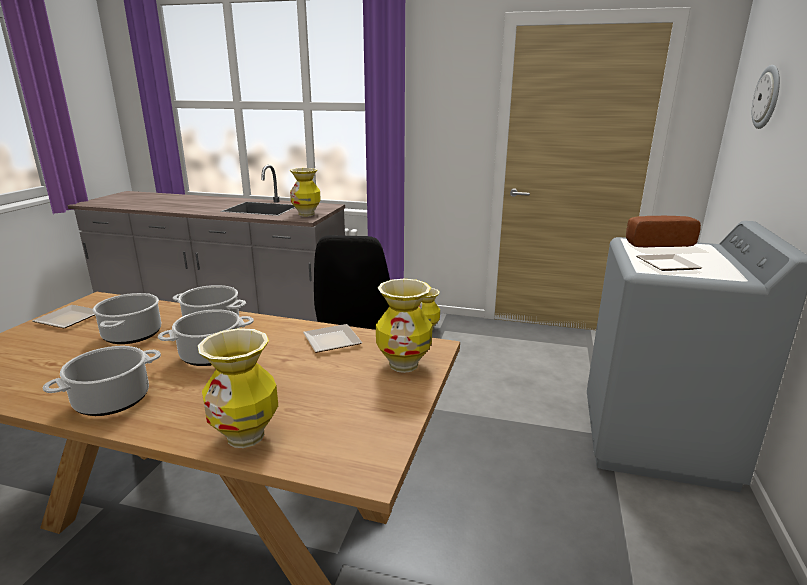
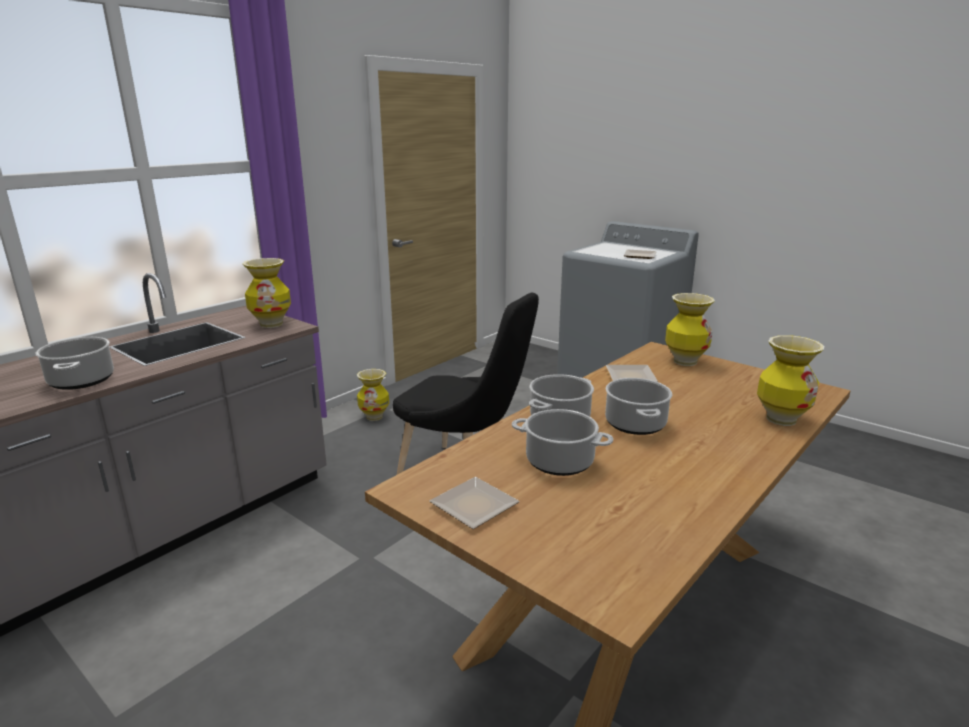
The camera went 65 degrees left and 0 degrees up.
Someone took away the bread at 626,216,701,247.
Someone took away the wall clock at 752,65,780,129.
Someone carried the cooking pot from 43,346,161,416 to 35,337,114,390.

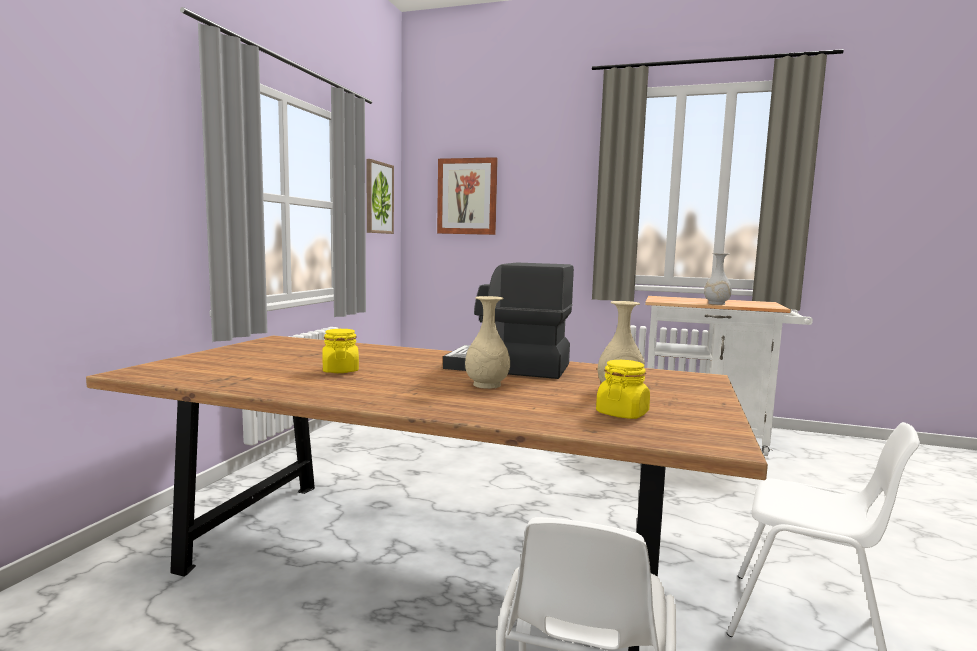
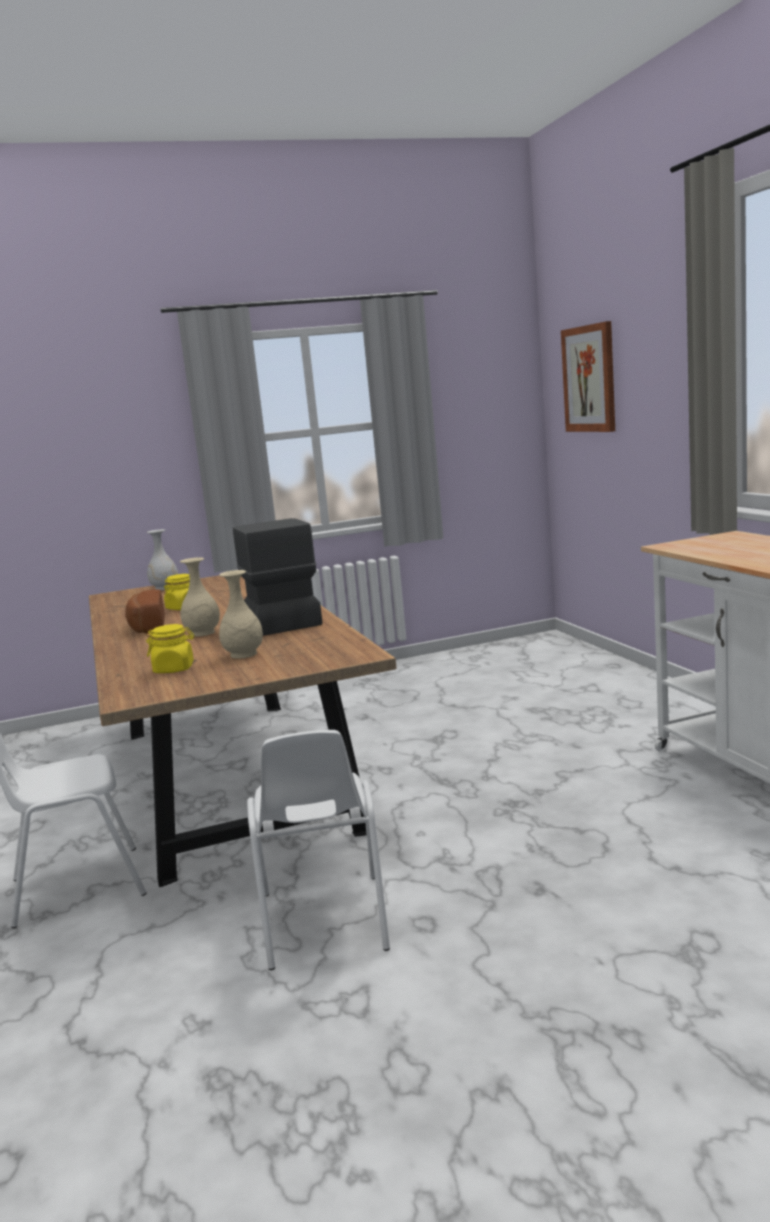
The camera went 55 degrees right and 5 degrees up.
Someone took away the picture at 366,159,394,234.
Someone put down the bread at 125,589,165,634.
Someone carried the white vase from 704,253,732,305 to 147,529,178,590.

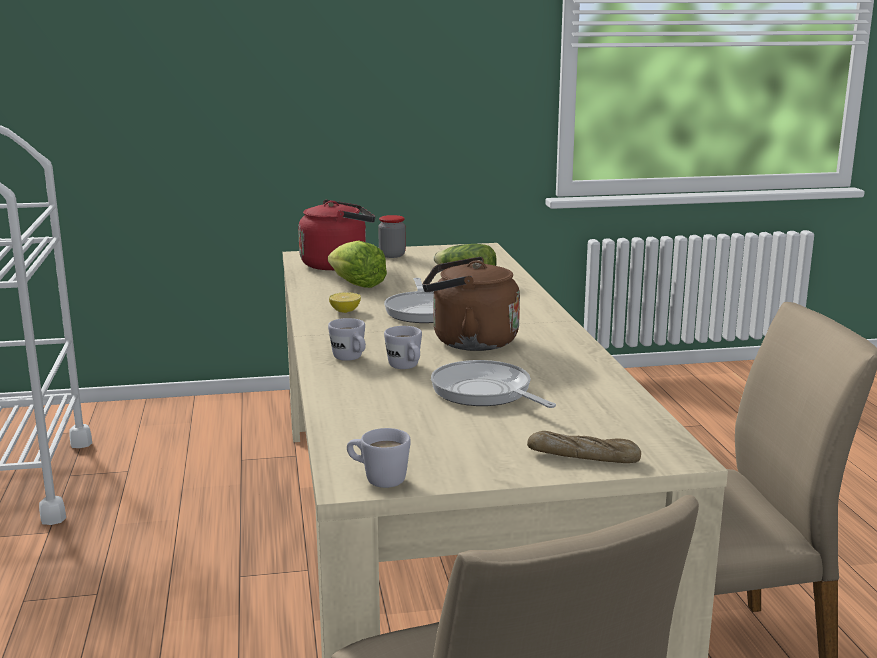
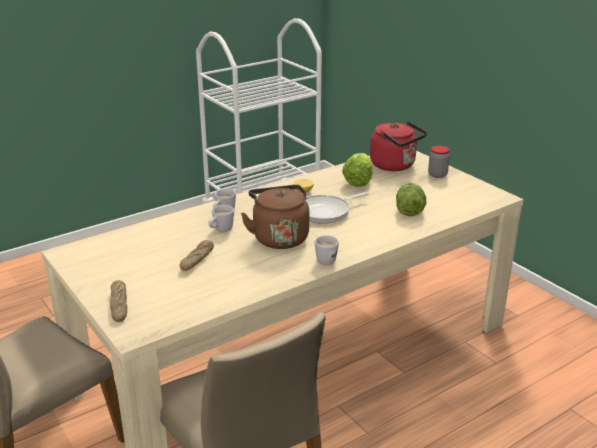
The camera went 65 degrees right and 10 degrees up.
Someone carried the white mug from 347,428,411,488 to 315,235,339,265.
Someone swapped the frying pan at 431,360,556,408 for the bread at 180,240,214,271.

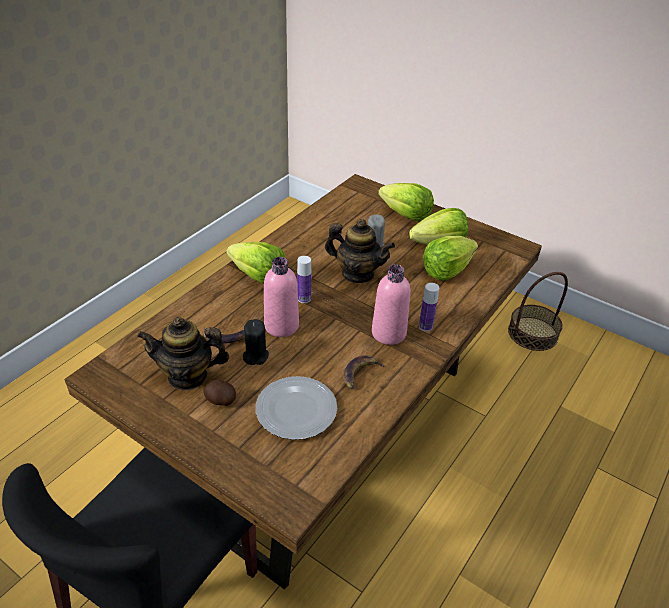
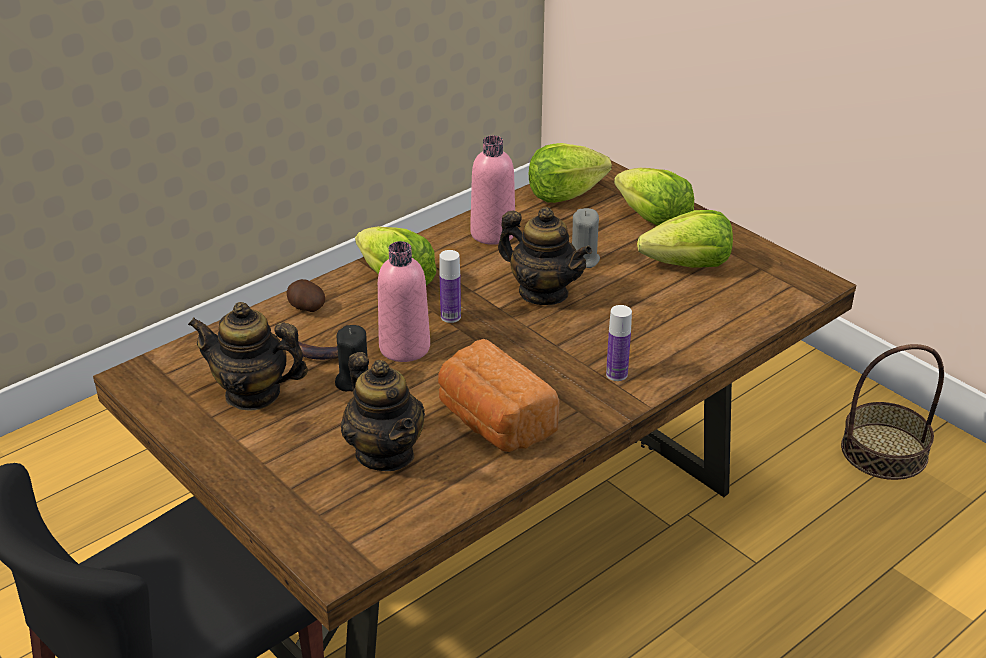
The camera went 15 degrees right and 5 degrees down.
Someone carried the potato from 204,379,236,406 to 286,279,325,312.
Someone carried the pink bottle from 372,264,411,345 to 470,136,515,245.
Someone carried the lettuce from 423,236,478,281 to 529,143,612,203.
Someone swapped the plate at 255,376,337,440 for the teapot at 341,352,425,471.
Someone swapped the banana at 344,355,385,389 for the bread at 438,339,560,452.

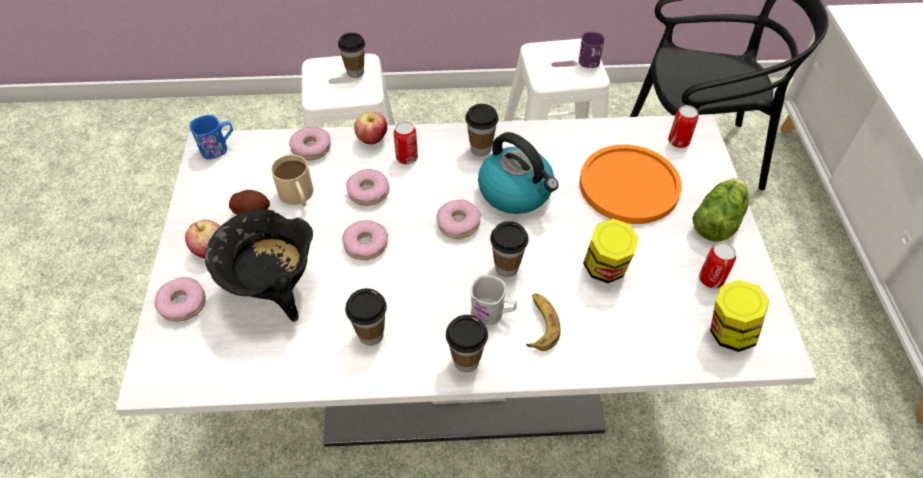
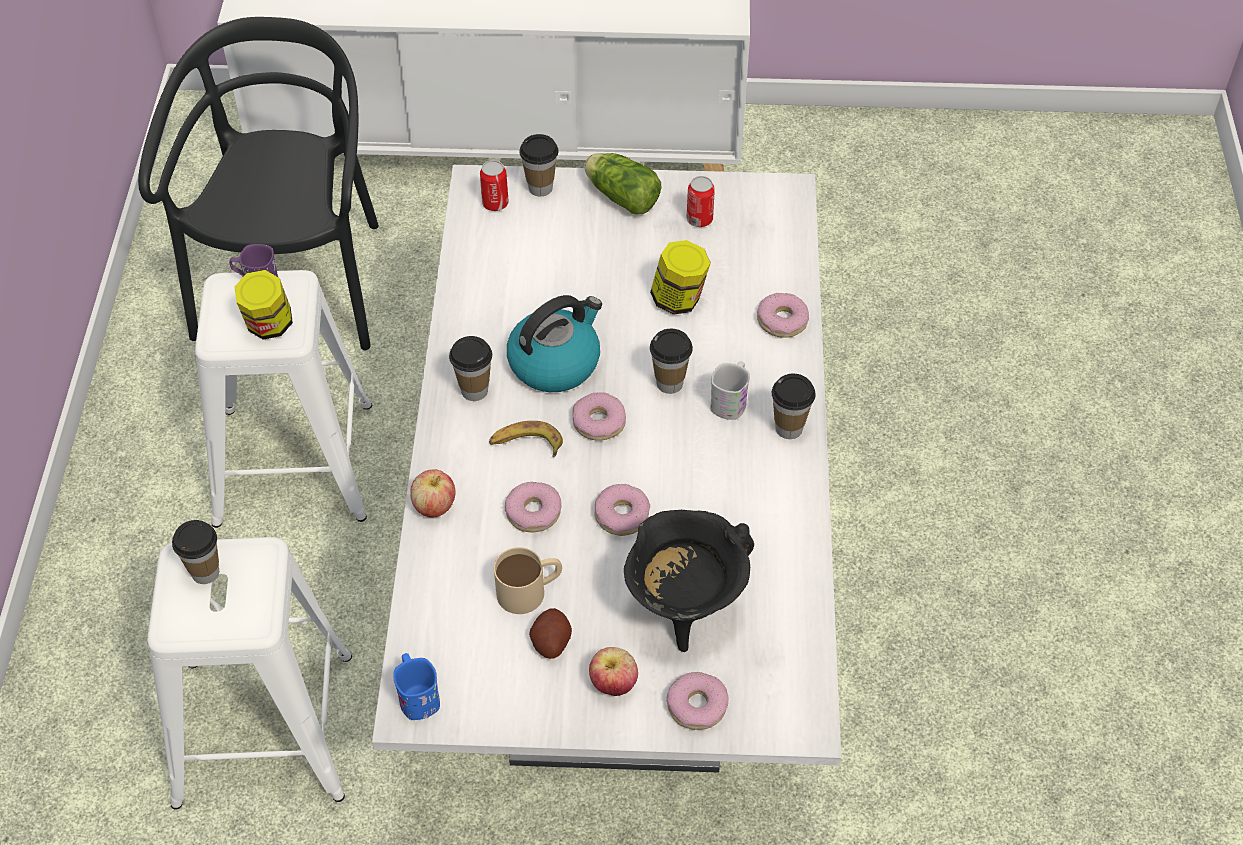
The camera went 85 degrees left and 0 degrees up.
Someone took away the can at 394,121,418,164.
Someone took away the orange plate at 579,145,682,224.
Someone carried the donut from 289,127,331,161 to 757,293,809,338.
Someone carried the cup from 345,288,387,346 to 519,134,558,197.
Someone carried the banana from 526,294,561,351 to 489,421,563,457.
Someone carried the jar from 710,280,769,352 to 235,270,293,340.

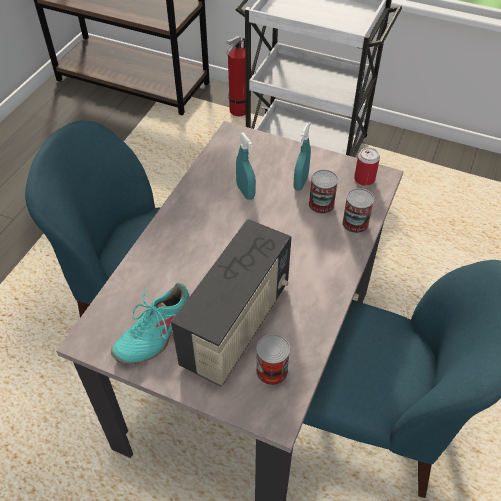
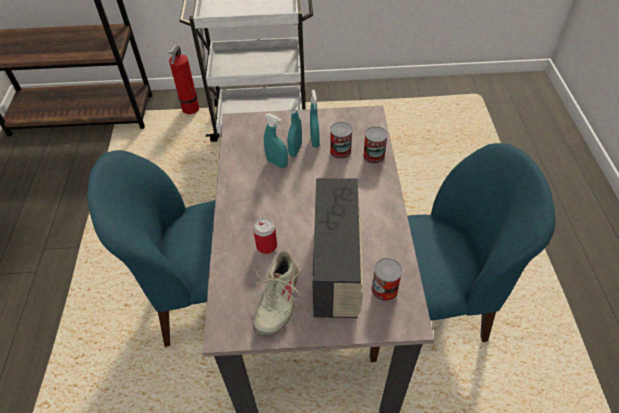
The camera went 25 degrees left and 0 degrees up.
Someone put down the turquoise spray bottle at 287,99,302,157.
Someone carried the can from 354,147,380,186 to 253,218,277,254.
Someone repainted the turquoise shoe at 111,283,190,364, which became the beige shoe at 252,251,303,337.

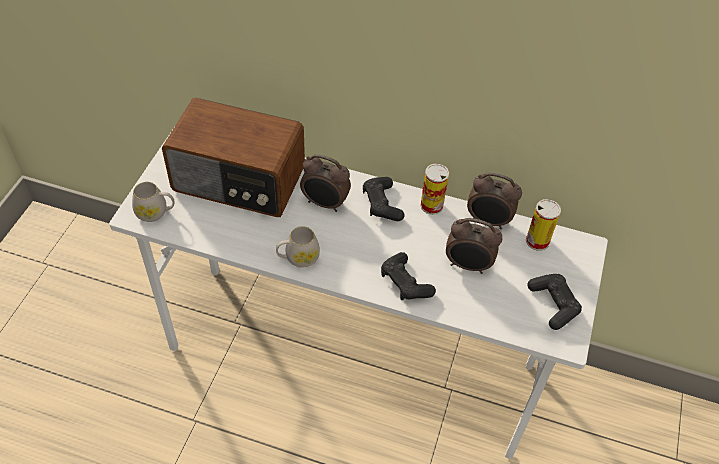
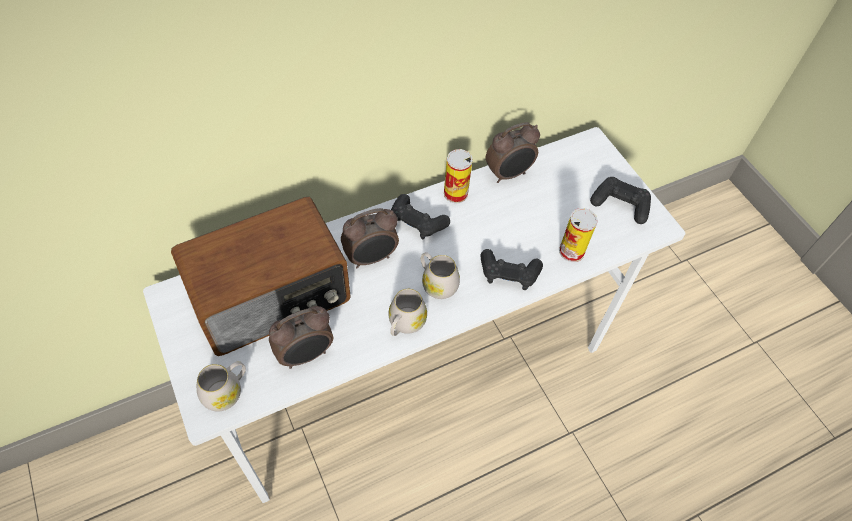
The camera went 45 degrees left and 5 degrees up.
Someone put down the white mug at 421,252,460,299.
Someone carried the alarm clock from 446,218,503,274 to 269,306,333,369.
Someone carried the can from 526,199,561,251 to 559,208,598,262.

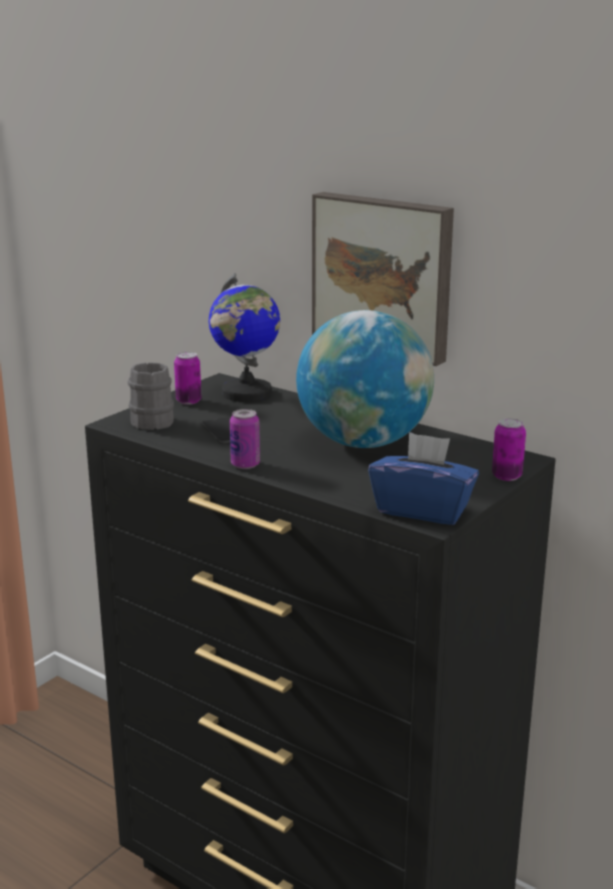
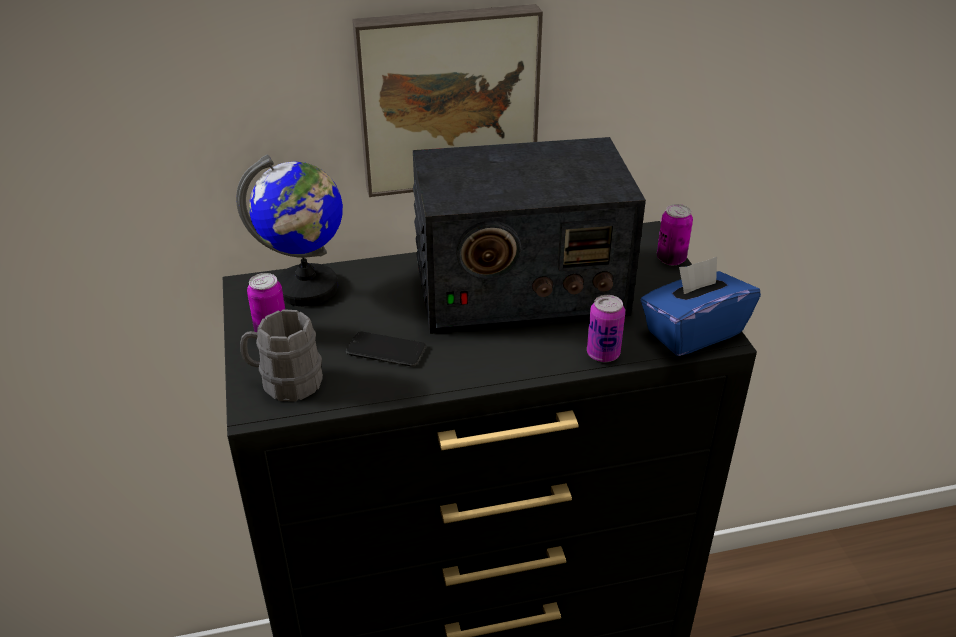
The camera went 50 degrees left and 15 degrees up.
Someone carried the can from 230,409,260,469 to 587,295,625,362.
Someone swapped the globe at 296,310,434,448 for the radio at 413,137,646,334.

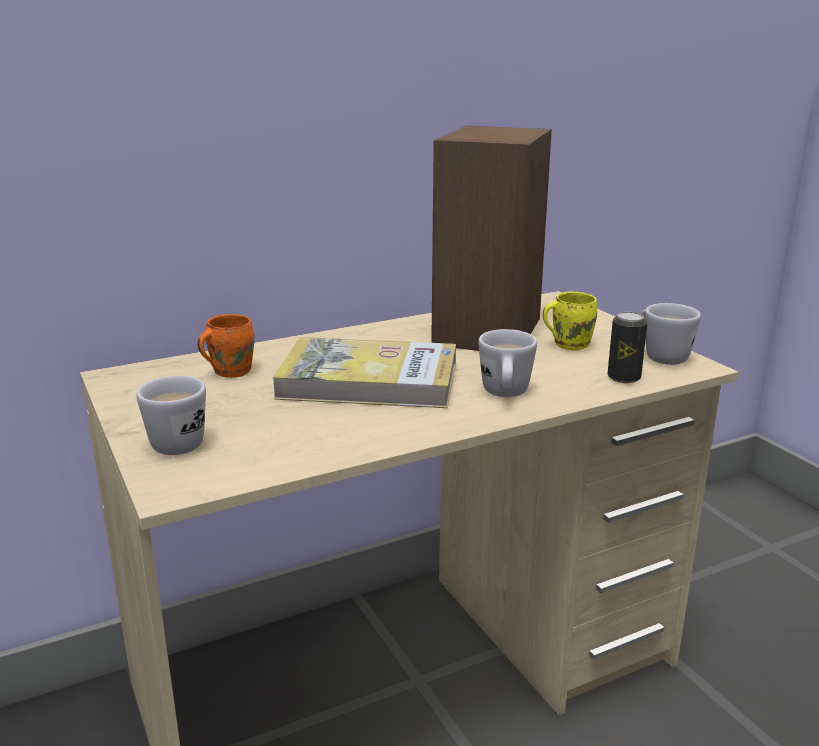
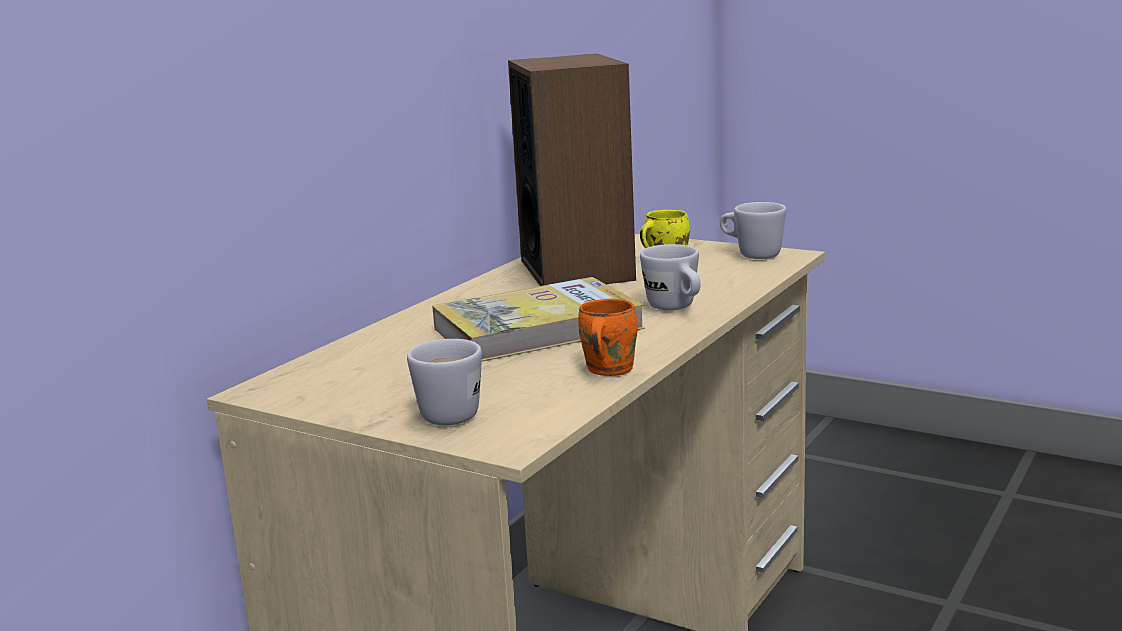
The camera went 30 degrees left and 5 degrees down.
Someone took away the can at 607,312,647,383.
Someone carried the orange mug from 198,314,254,378 to 578,299,638,376.

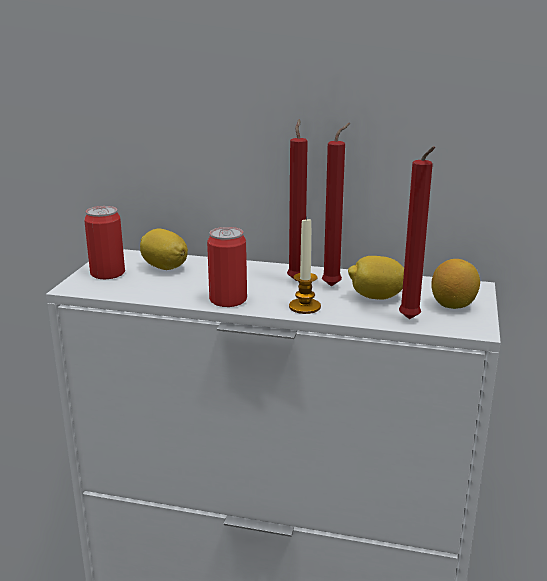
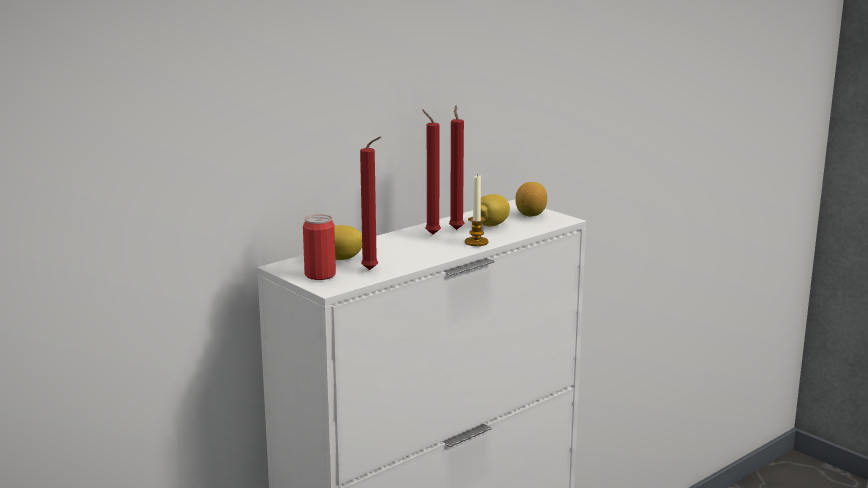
The camera went 55 degrees left and 5 degrees down.
Someone took away the can at 207,227,247,307.
Someone carried the red candle from 399,146,435,319 to 360,136,381,270.

